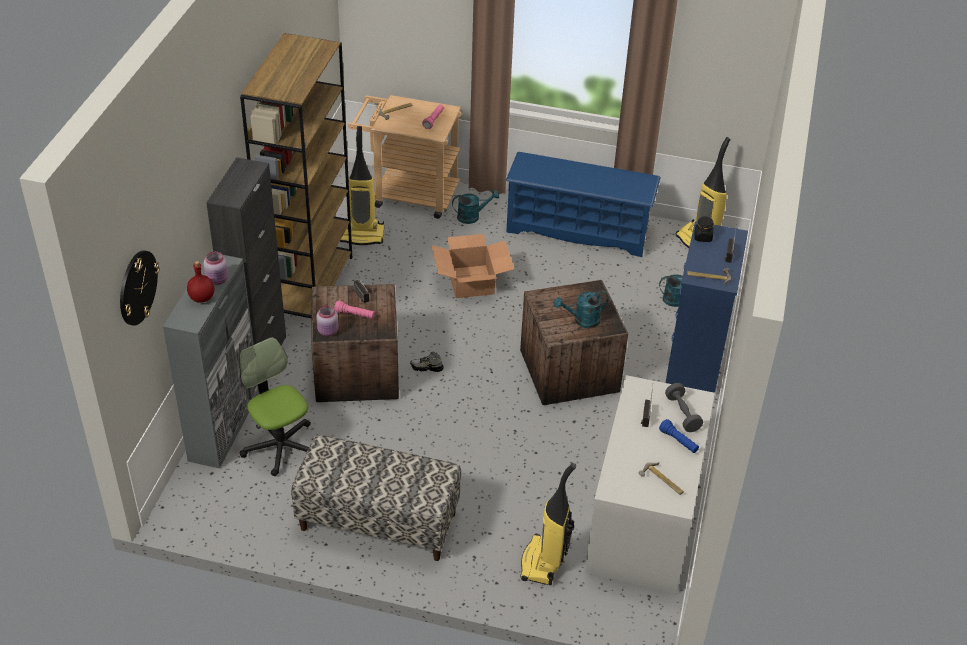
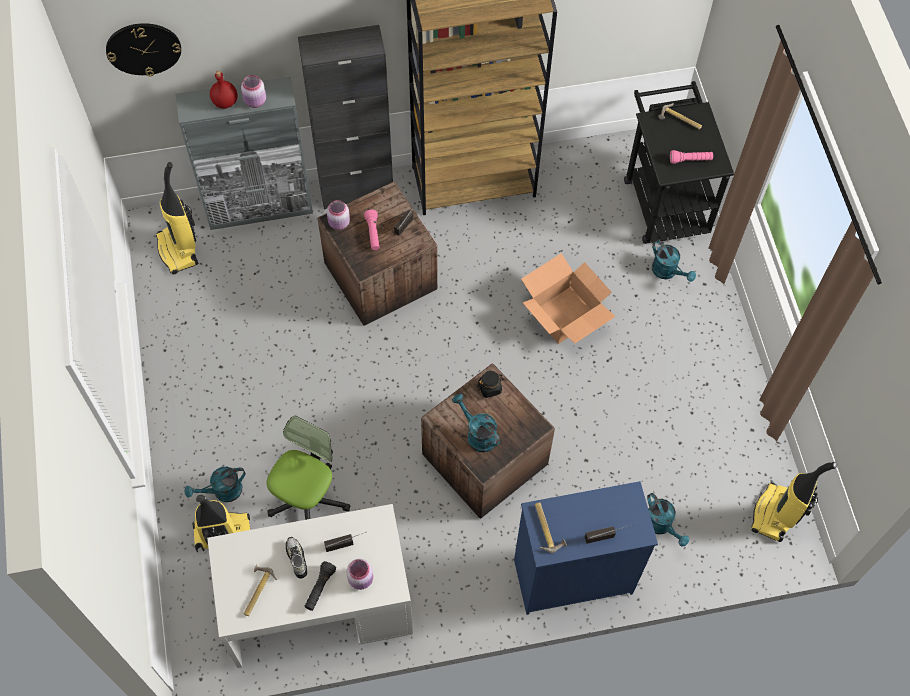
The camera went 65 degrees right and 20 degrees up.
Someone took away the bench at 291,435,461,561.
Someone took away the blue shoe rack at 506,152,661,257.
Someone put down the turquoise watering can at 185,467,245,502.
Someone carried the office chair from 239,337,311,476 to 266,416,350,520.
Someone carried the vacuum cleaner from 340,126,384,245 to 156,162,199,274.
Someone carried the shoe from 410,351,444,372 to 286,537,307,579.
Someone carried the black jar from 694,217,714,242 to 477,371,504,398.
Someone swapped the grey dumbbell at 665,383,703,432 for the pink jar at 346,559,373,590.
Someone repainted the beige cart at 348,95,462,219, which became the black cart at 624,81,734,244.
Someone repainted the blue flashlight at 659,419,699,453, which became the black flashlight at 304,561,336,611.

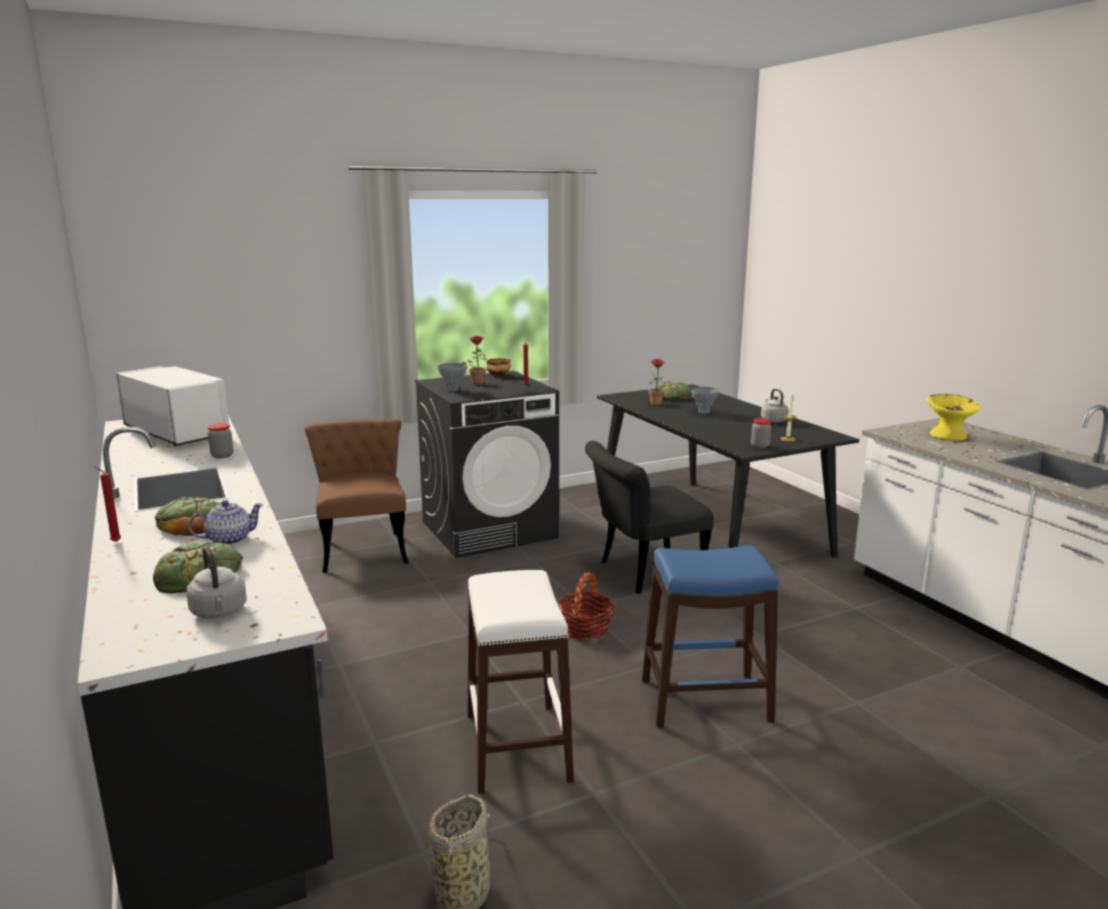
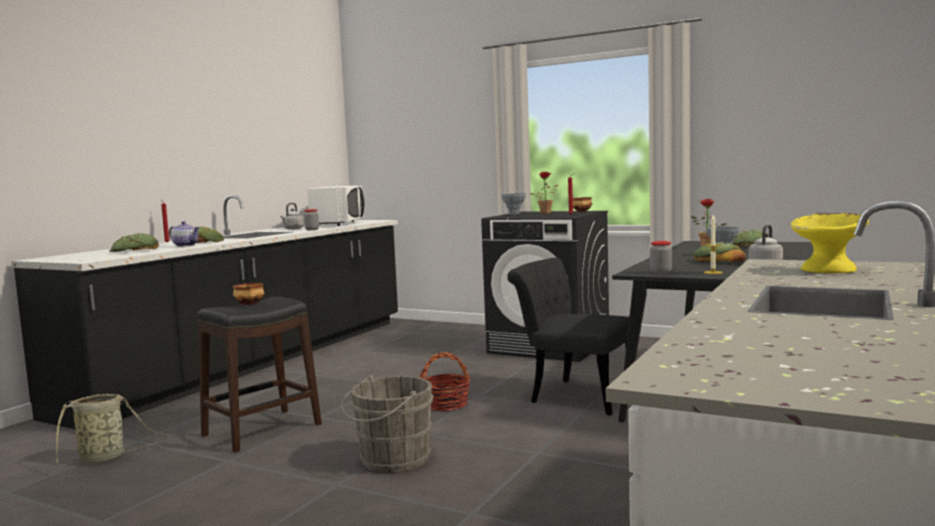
The camera went 55 degrees right and 10 degrees down.
Someone took away the brown chair at 304,419,408,573.
Someone put down the bowl at 233,283,265,305.
Someone put down the bread at 693,242,746,262.
Someone carried the grey kettle from 186,546,247,619 to 280,203,305,230.
Someone swapped the blue stool at 642,545,779,728 for the grey bucket at 341,375,434,473.
Someone repainted the white stool at 467,570,574,794, which became the black stool at 198,297,322,453.

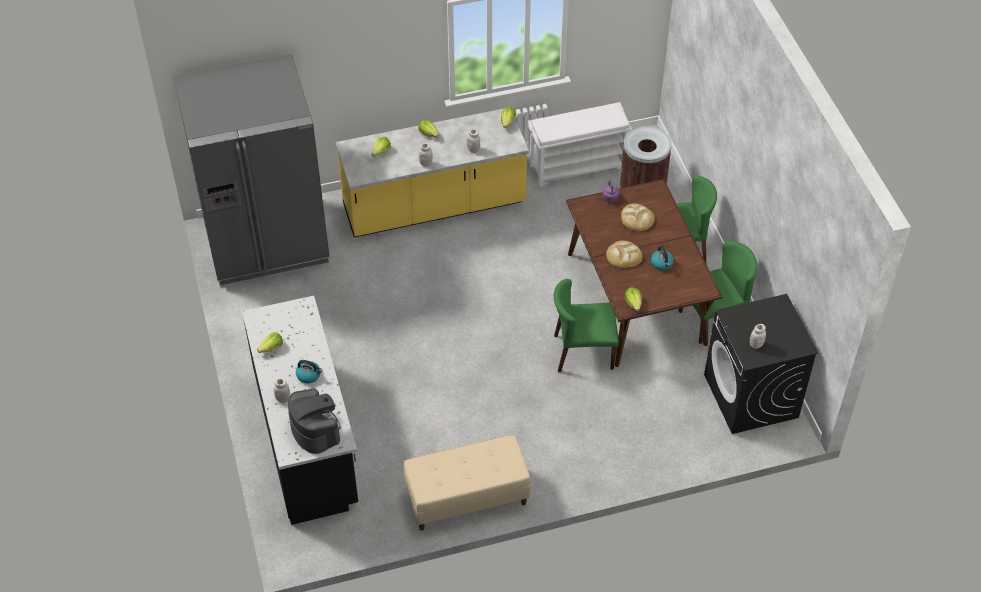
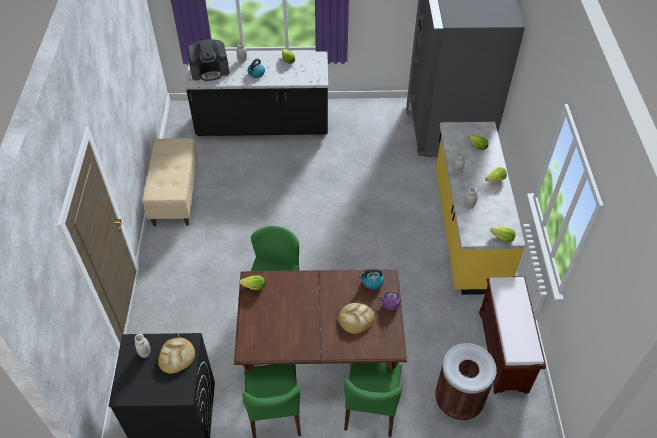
The camera went 105 degrees right and 0 degrees up.
Someone carried the bread from 606,241,643,268 to 158,338,195,373.
Someone carried the kettle from 651,246,674,270 to 359,269,384,290.
Someone repainted the white bench at 528,102,632,187, which became the brown bench at 479,276,546,394.

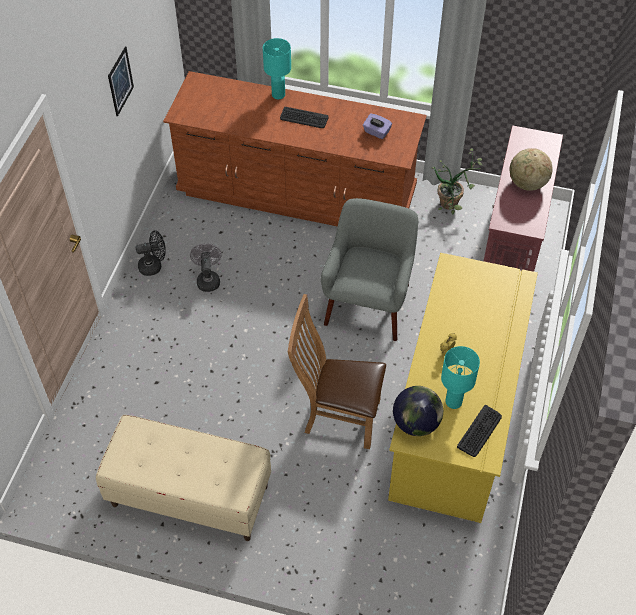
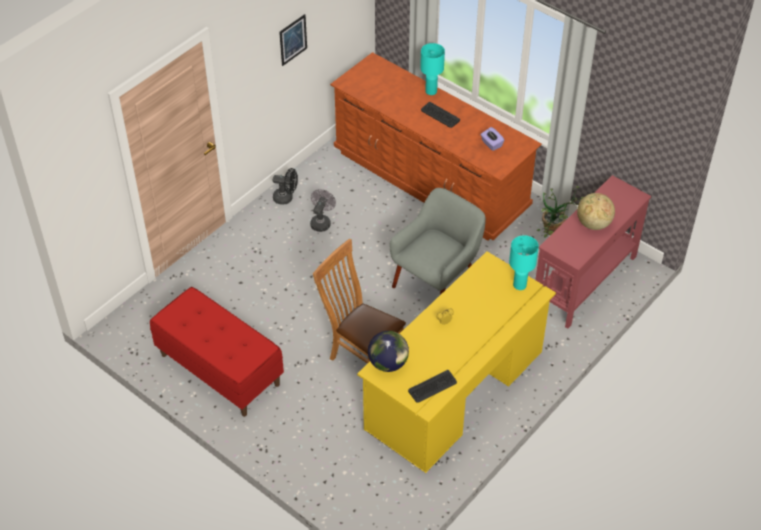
The camera went 25 degrees right and 5 degrees down.
Someone carried the turquoise table lamp from 441,346,480,409 to 509,235,539,290.
Someone repainted the beige bench at 96,415,271,541, which became the red bench at 150,287,284,417.

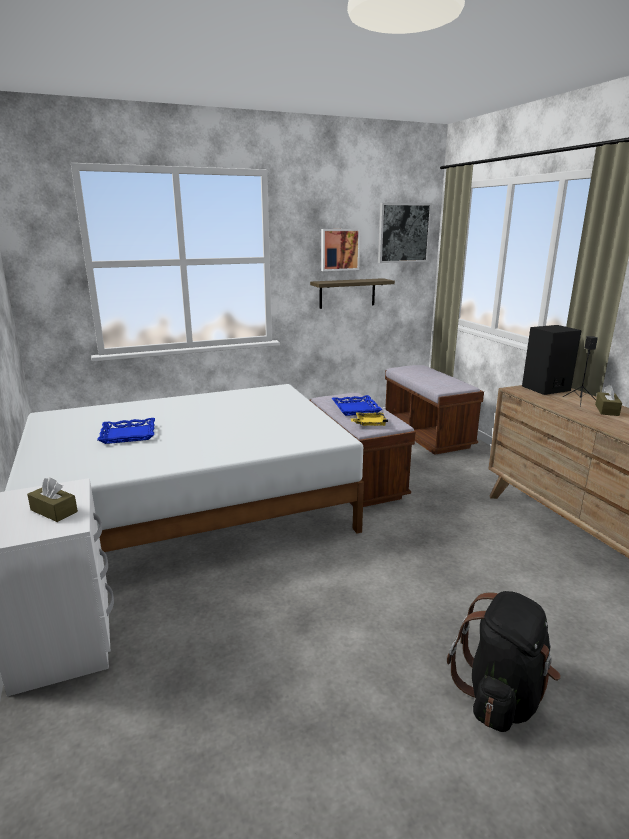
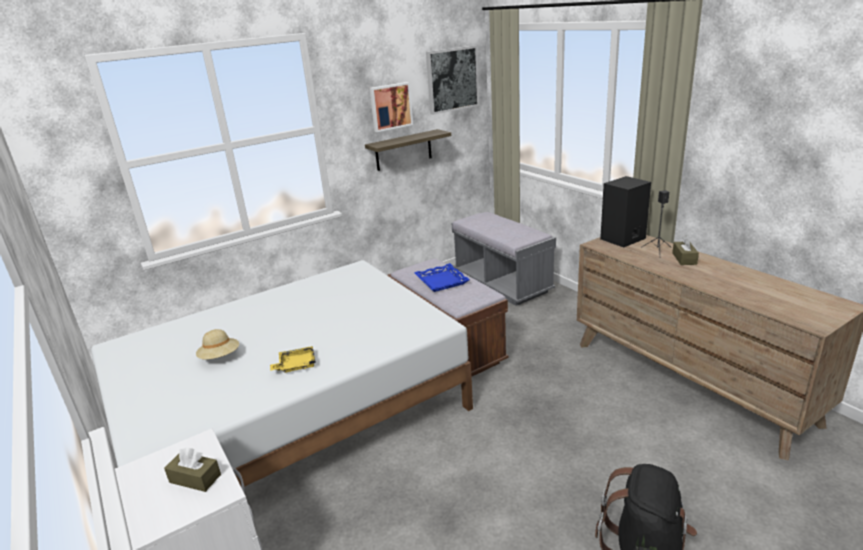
The camera went 10 degrees left and 5 degrees up.
Someone carried the yellow tray from 350,413,388,426 to 270,346,316,373.
Someone swapped the blue tray at 97,418,155,444 for the beige hat at 196,329,239,359.
Someone repainted the brown bench at 385,365,484,455, which became the grey bench at 452,212,556,306.

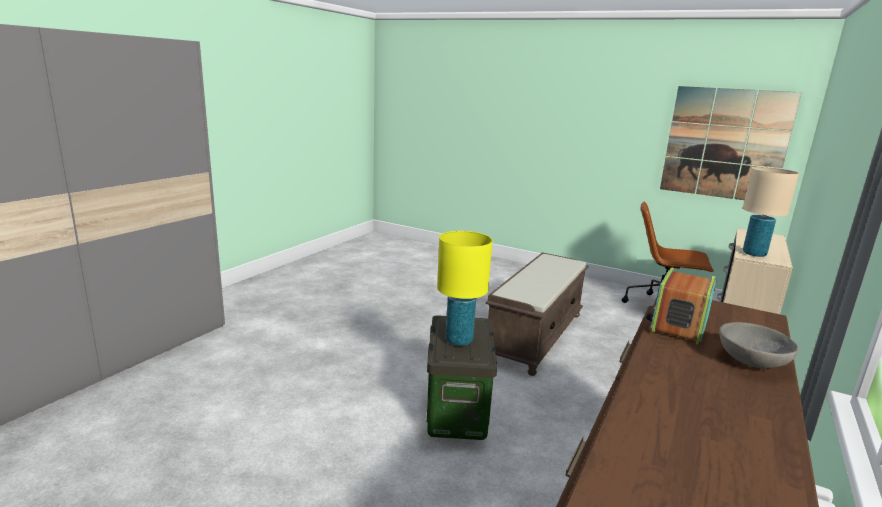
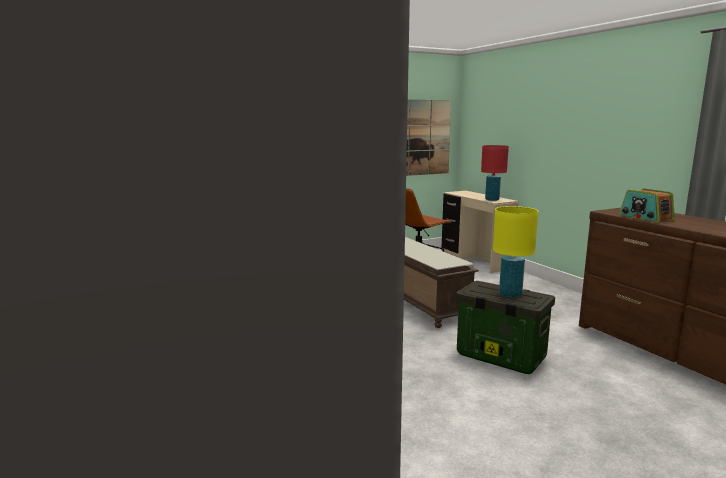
The camera went 55 degrees left and 5 degrees down.
Someone took away the grey bowl at 719,322,799,368.
Someone repainted the beige table lamp at 743,167,799,257, which became the red table lamp at 481,145,509,201.

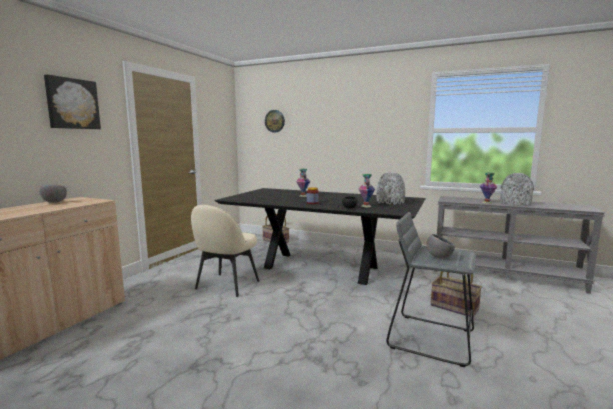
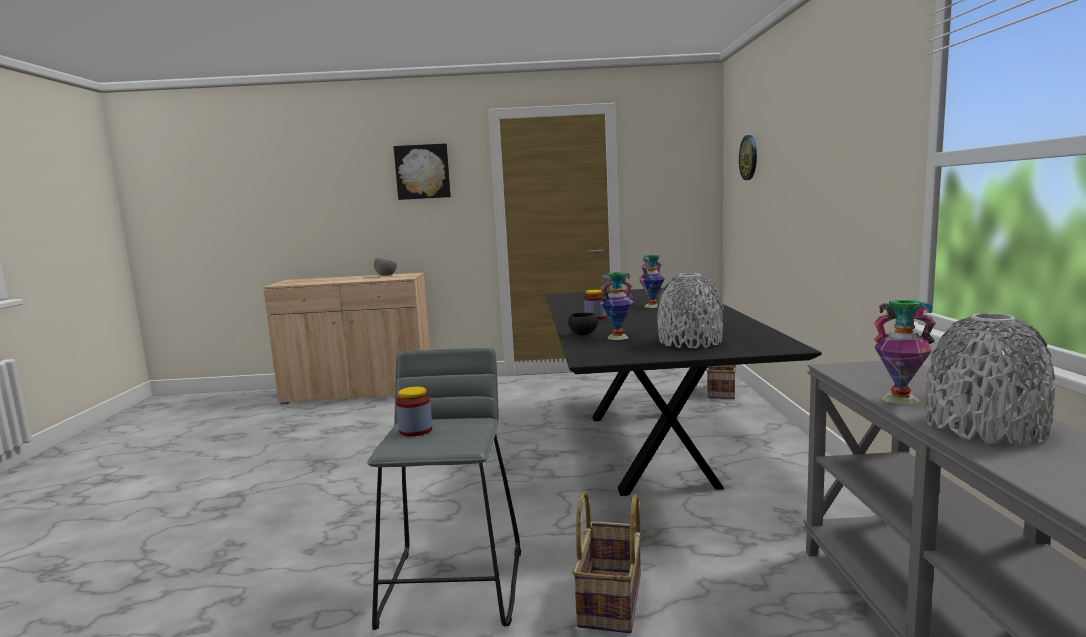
The camera went 65 degrees right and 0 degrees up.
Someone took away the beige chair at 191,205,259,297.
Someone swapped the grey bowl at 426,234,455,258 for the jar at 396,387,432,436.

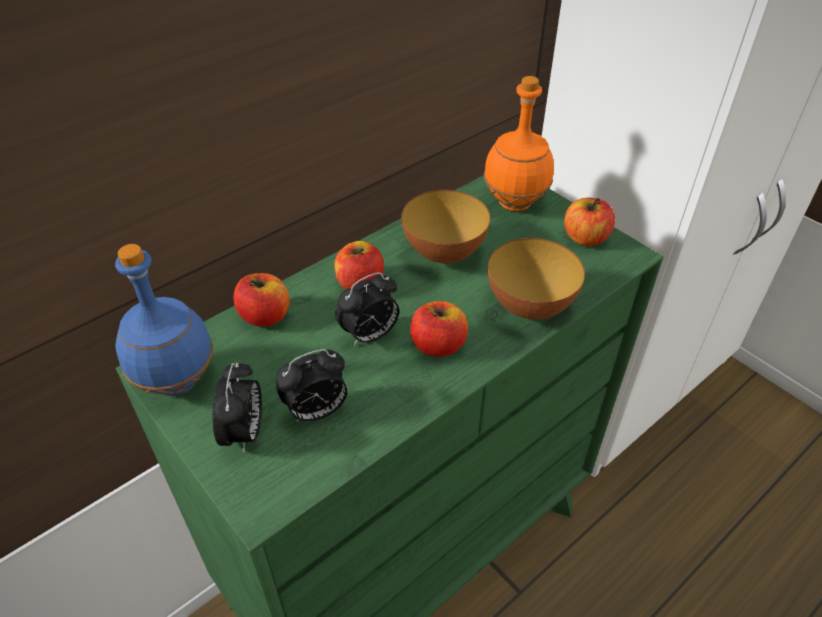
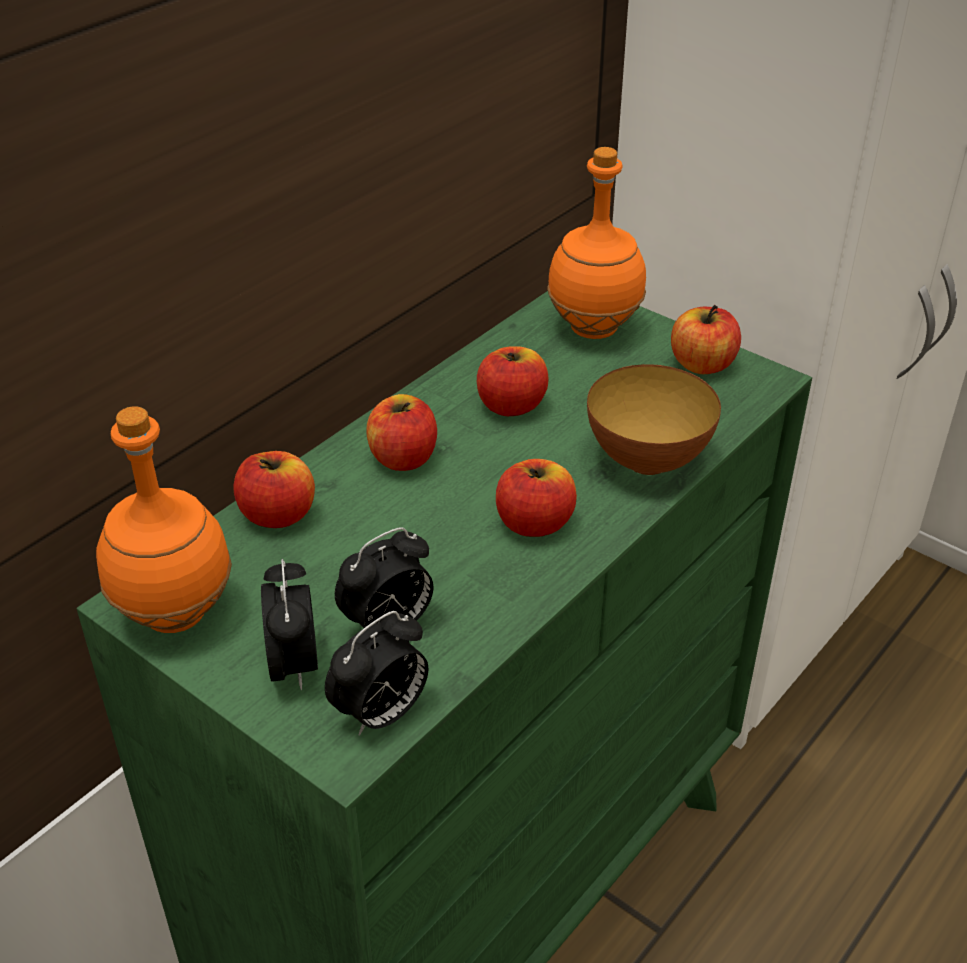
The camera went 10 degrees left and 5 degrees down.
Someone carried the alarm clock from 335,272,399,346 to 325,611,428,736.
Someone swapped the bowl at 401,190,490,264 for the apple at 477,346,549,416.
Someone repainted the blue bottle at 115,244,213,396, which became the orange bottle at 96,406,232,633.

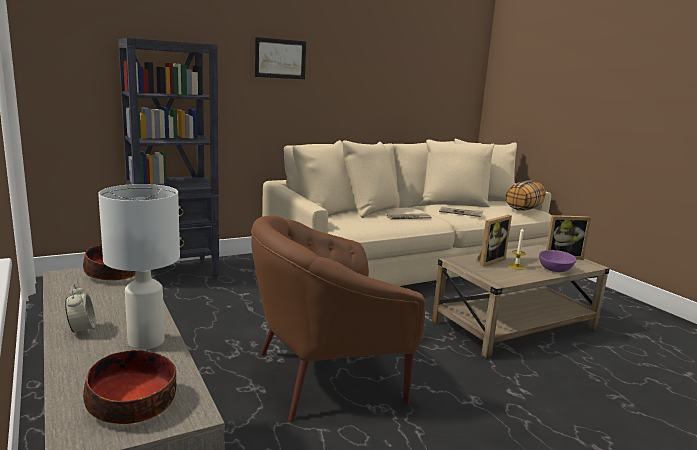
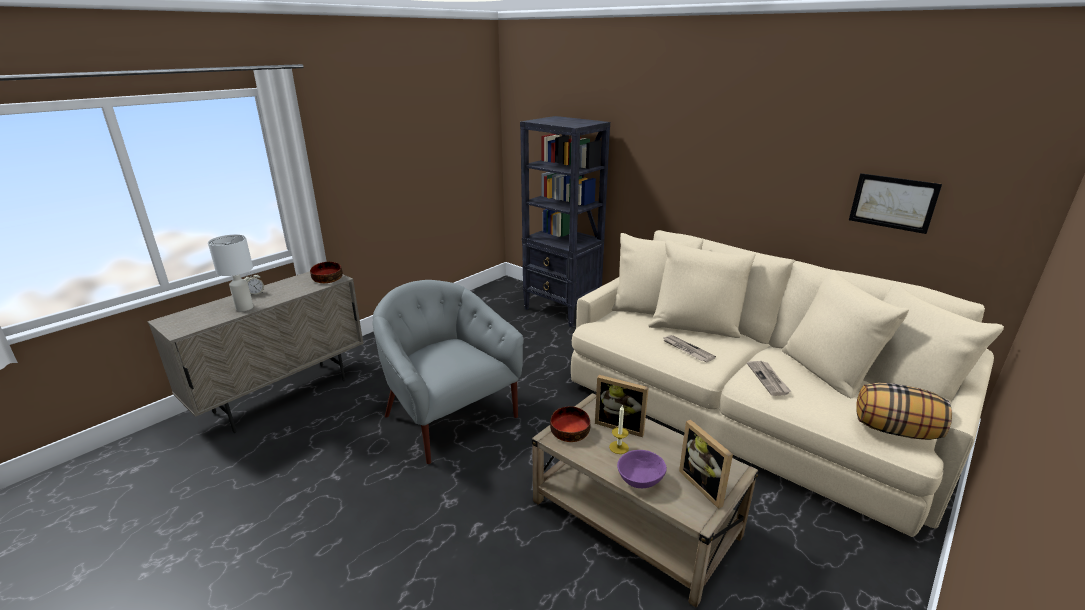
The camera went 70 degrees right and 10 degrees up.
Someone carried the bowl from 83,350,176,424 to 550,406,590,442.
Someone carried the picture from 255,37,306,79 to 849,173,942,234.
Someone repainted the brown armchair at 251,216,426,421, which became the grey armchair at 372,280,524,464.

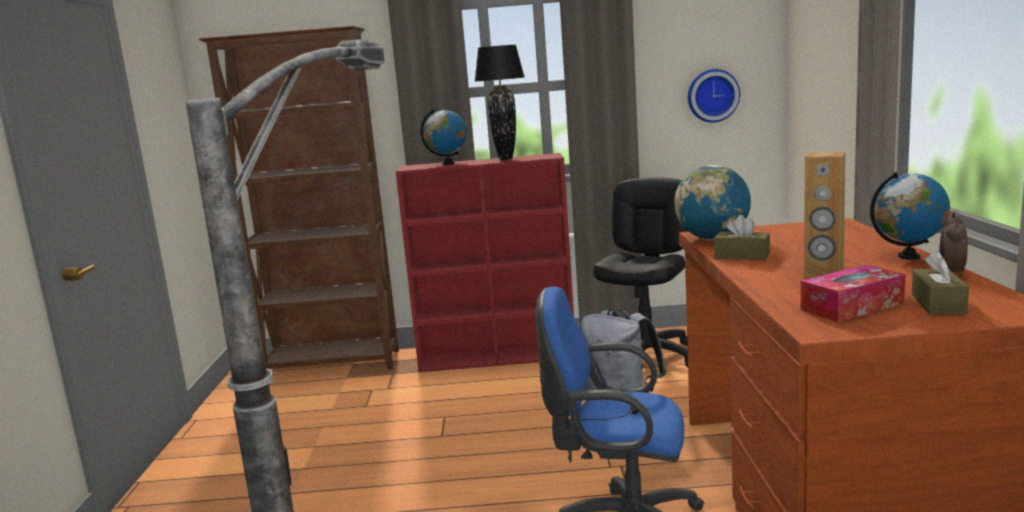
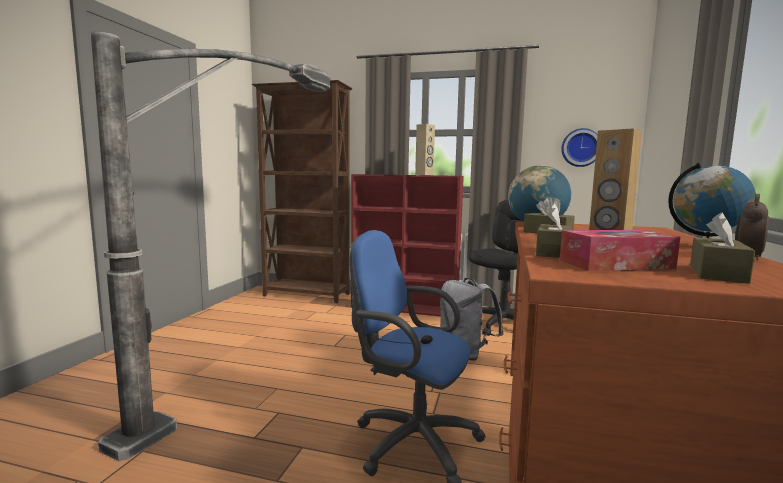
The camera went 15 degrees right and 5 degrees down.
Someone took away the globe at 420,110,467,165.
Someone put down the brown tissue box at 536,203,572,258.
Someone swapped the black table lamp at 475,45,524,160 for the beige speaker at 415,124,435,175.

